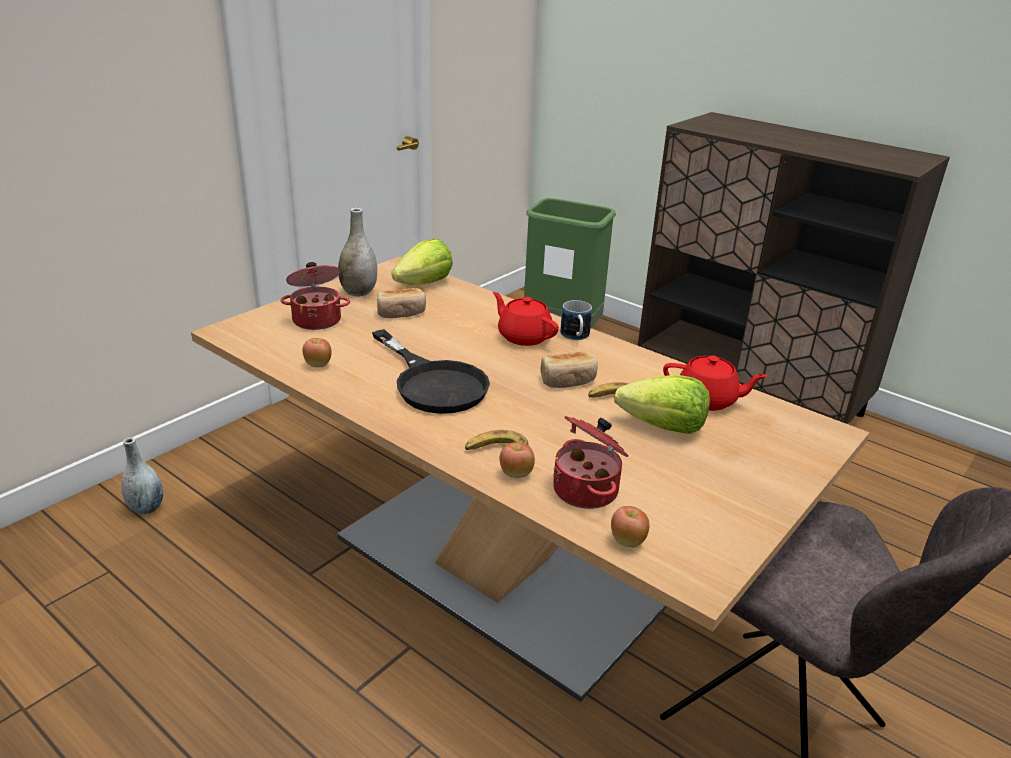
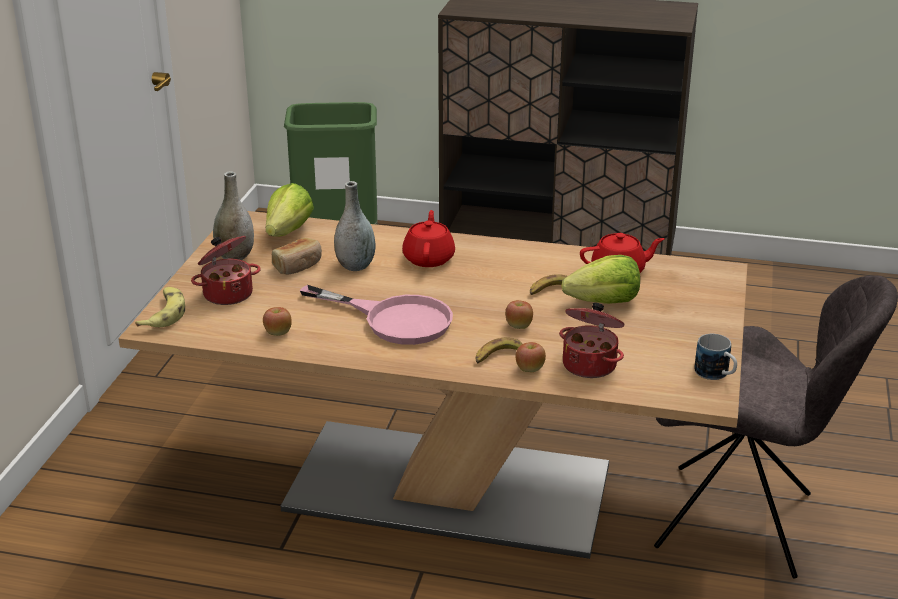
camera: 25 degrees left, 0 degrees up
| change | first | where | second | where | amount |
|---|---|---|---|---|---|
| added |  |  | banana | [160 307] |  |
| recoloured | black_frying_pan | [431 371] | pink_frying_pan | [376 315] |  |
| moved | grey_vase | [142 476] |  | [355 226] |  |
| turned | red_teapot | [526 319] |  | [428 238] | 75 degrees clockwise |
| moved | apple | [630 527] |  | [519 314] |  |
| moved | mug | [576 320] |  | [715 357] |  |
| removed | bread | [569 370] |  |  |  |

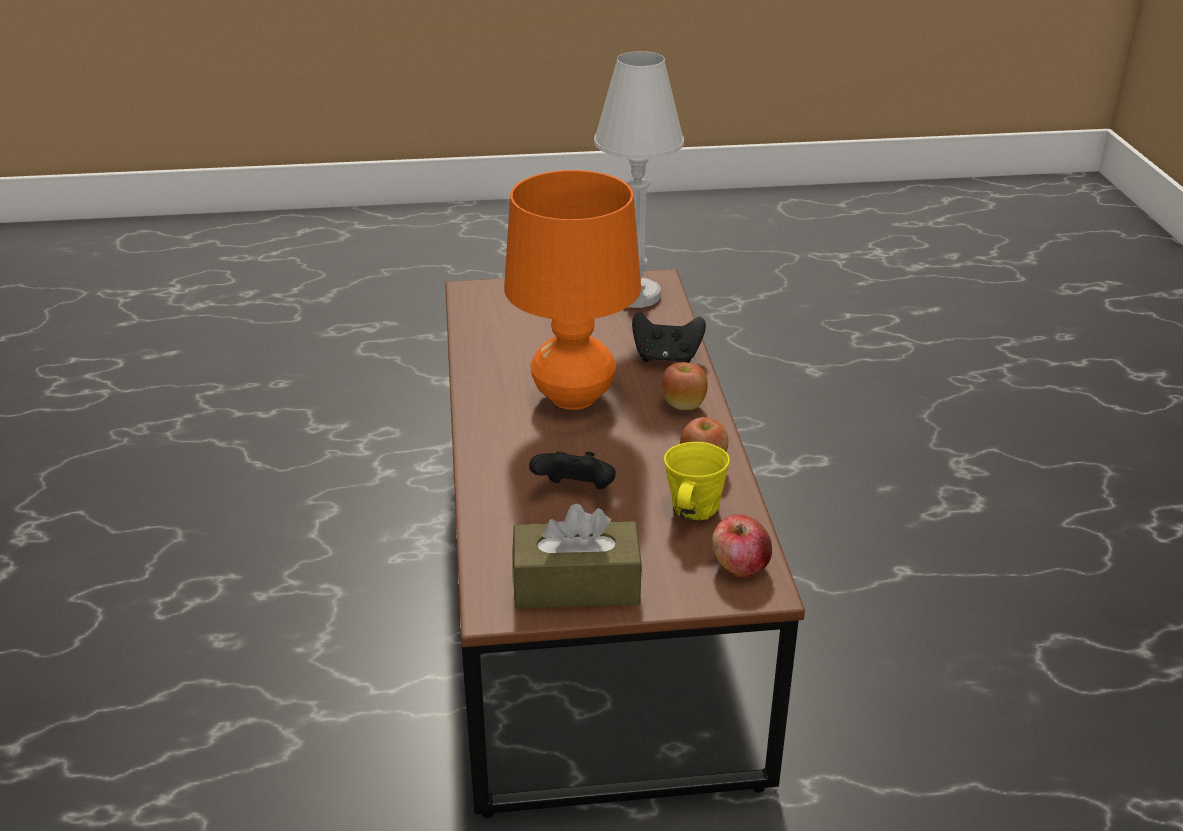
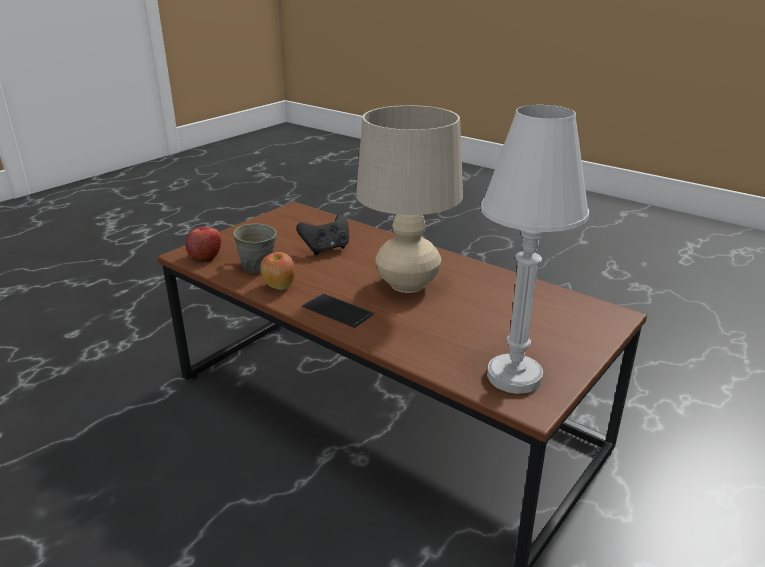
camera: 135 degrees right, 5 degrees down
| change | first | where | second | where | amount |
|---|---|---|---|---|---|
| recoloured | yellow_mug | [697 481] | grey_mug | [255 248] |  |
| replaced | apple | [684 386] | phone | [338 310] |  |
| recoloured | orange_table_lamp | [572 290] | beige_table_lamp | [409 199] |  |
| removed | brown_tissue_box | [577 556] |  |  |  |
| removed | black_game_controller | [669 337] |  |  |  |

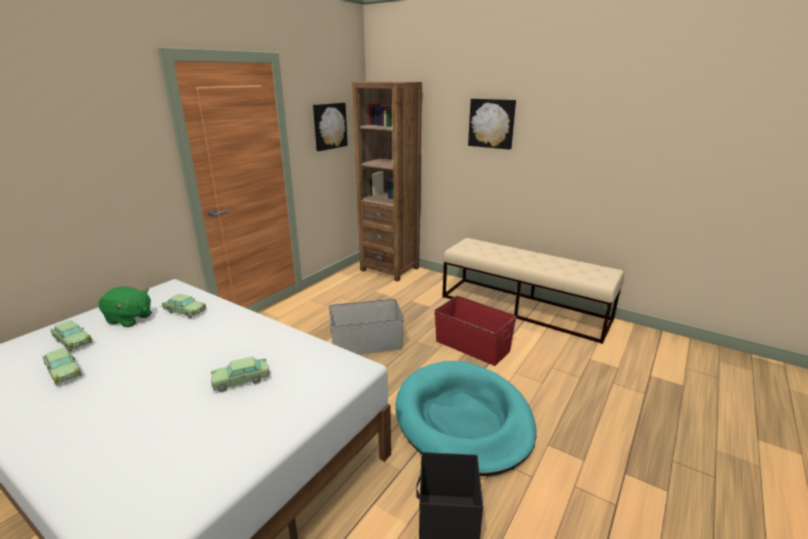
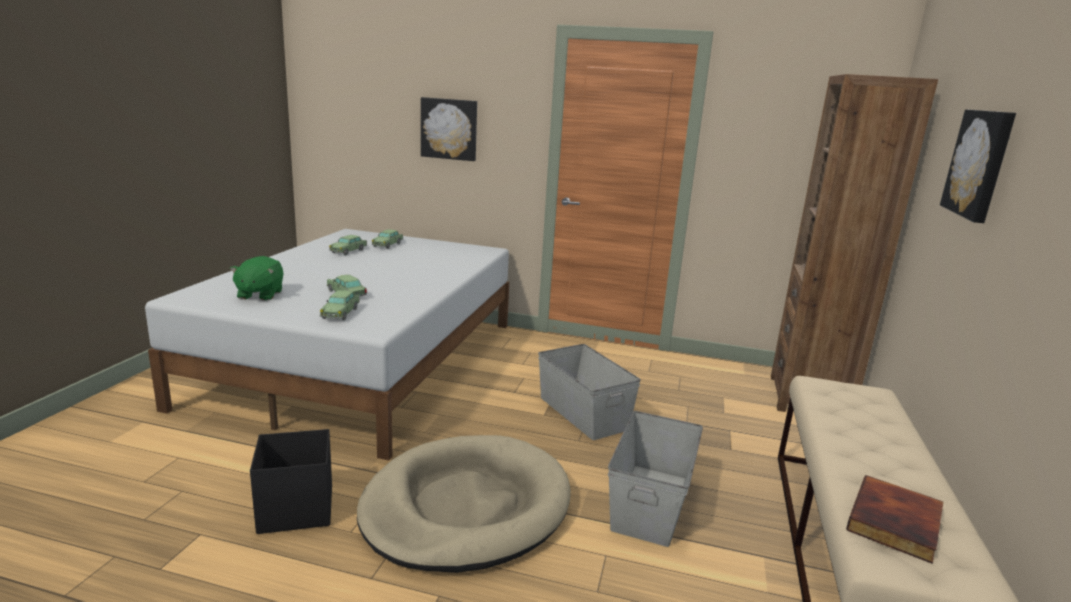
camera: 70 degrees right, 5 degrees down
| change | first | where | second | where | amount |
|---|---|---|---|---|---|
| moved | green_plush_toy | [125 307] |  | [257 278] |  |
| moved | toy_car | [184 306] |  | [339 305] |  |
| recoloured | turquoise_dog_bed | [465 418] | beige_dog_bed | [464 504] |  |
| moved | picture | [330 126] |  | [449 129] |  |
| recoloured | red_storage_box | [475 331] | grey_storage_box | [655 479] |  |
| added |  |  | book | [894 519] |  |

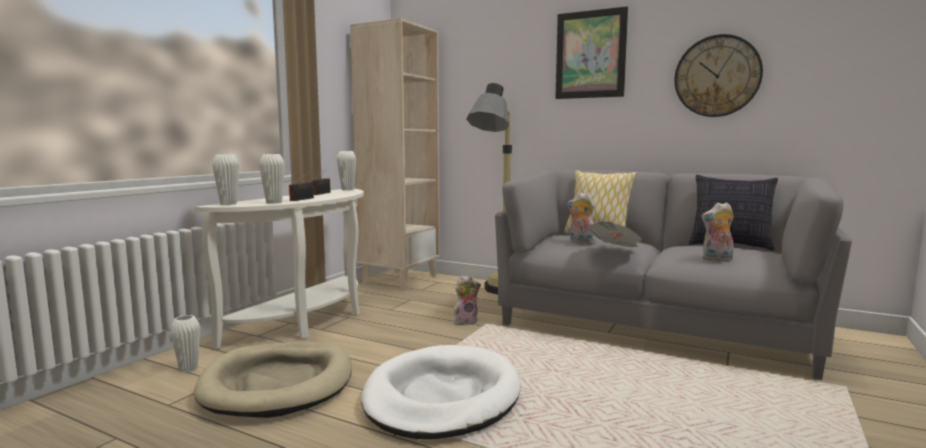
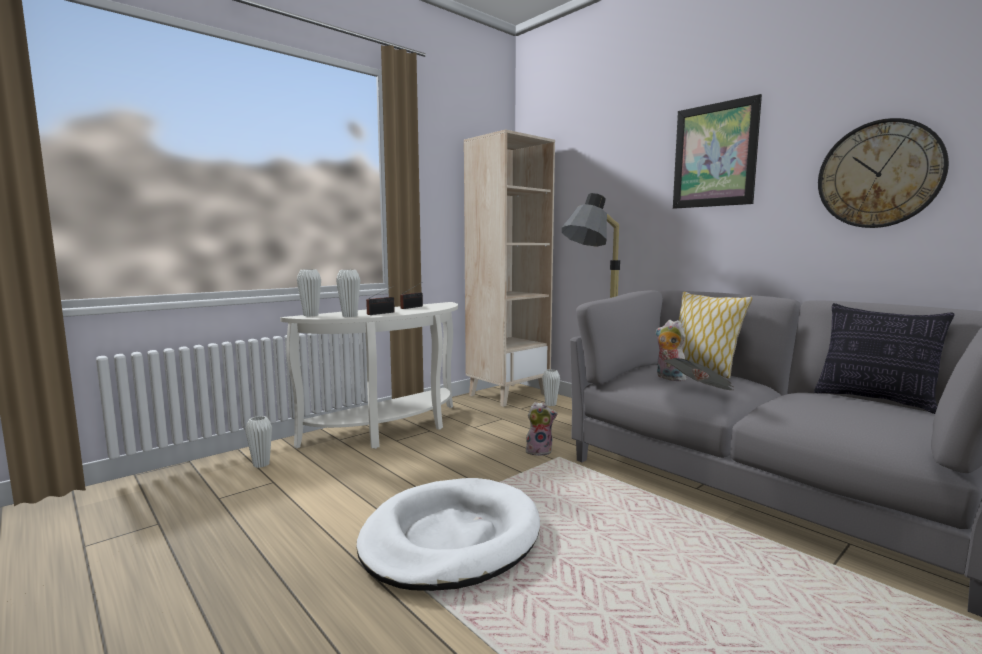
camera: 20 degrees right, 0 degrees up
| change | first | where | second | where | amount |
|---|---|---|---|---|---|
| moved | white_vase | [346 170] |  | [551 387] |  |
| removed | beige_dog_bed | [273 380] |  |  |  |
| removed | plush_toy | [717 232] |  |  |  |

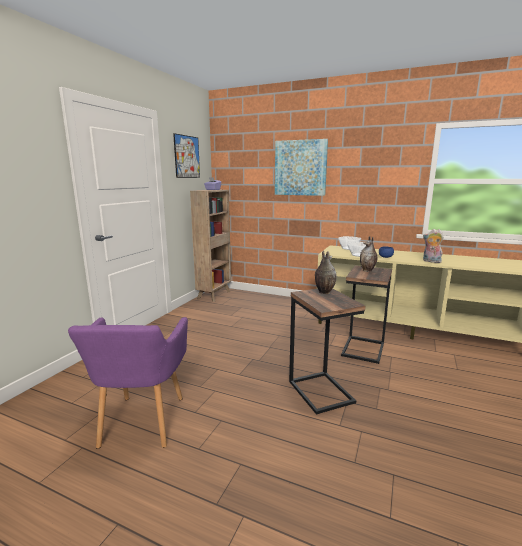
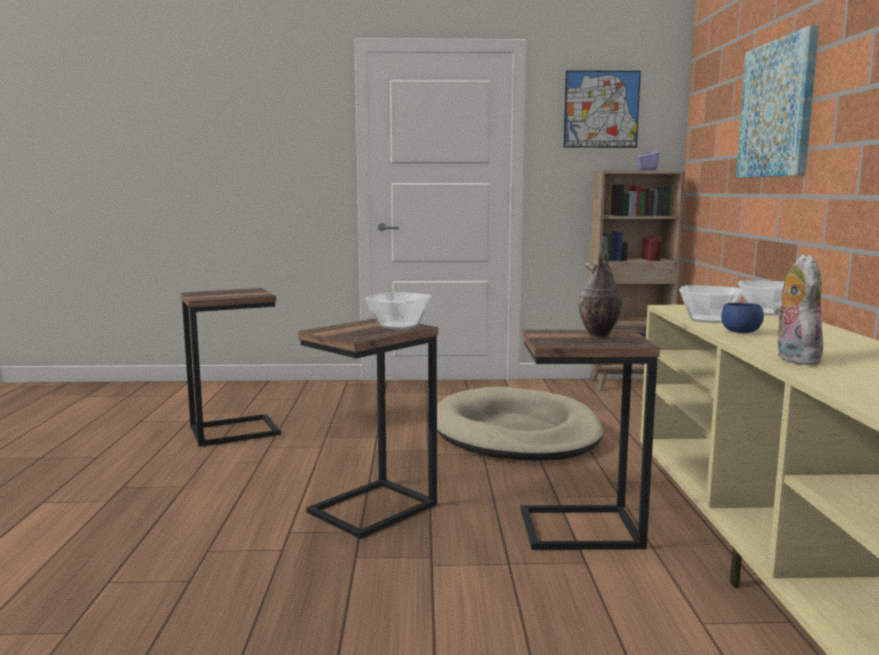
camera: 65 degrees right, 5 degrees down
| change | first | where | second | where | amount |
|---|---|---|---|---|---|
| replaced | purple_armchair | [128 383] | side_table | [230 367] |  |
| replaced | vase | [326 272] | bowl | [398 311] |  |
| added |  |  | beige_dog_bed | [520 424] |  |

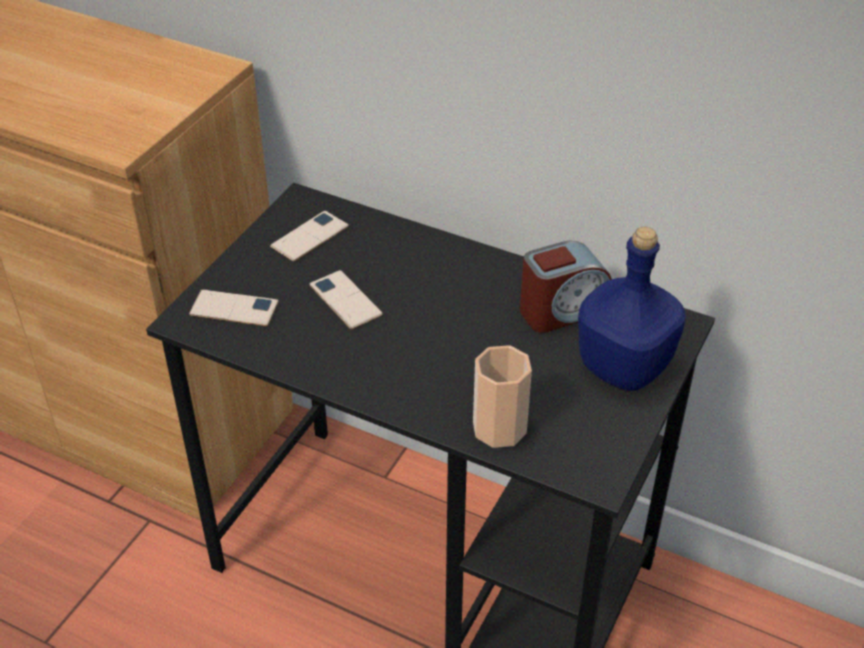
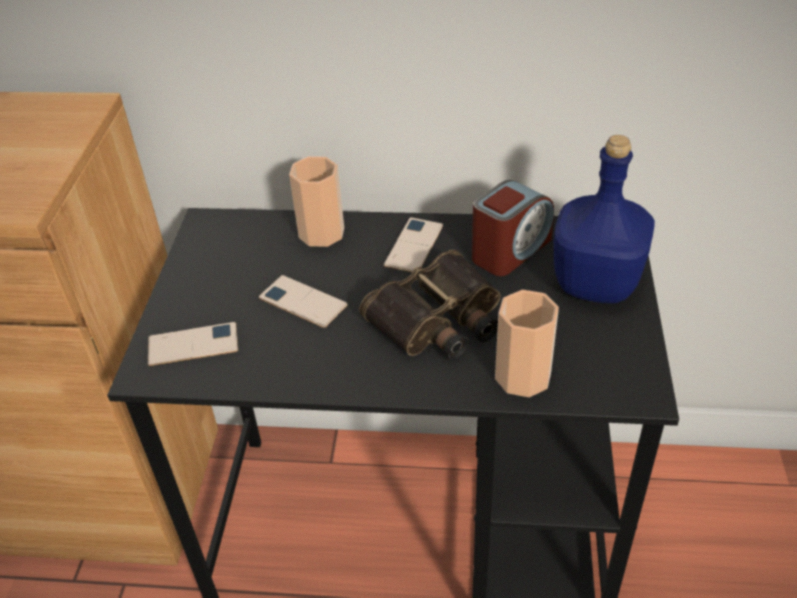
camera: 20 degrees left, 0 degrees up
| change | first | where | second | where | amount |
|---|---|---|---|---|---|
| added |  |  | cup | [316 201] |  |
| added |  |  | binoculars | [429 305] |  |
| moved | phone | [309 236] |  | [413 244] |  |

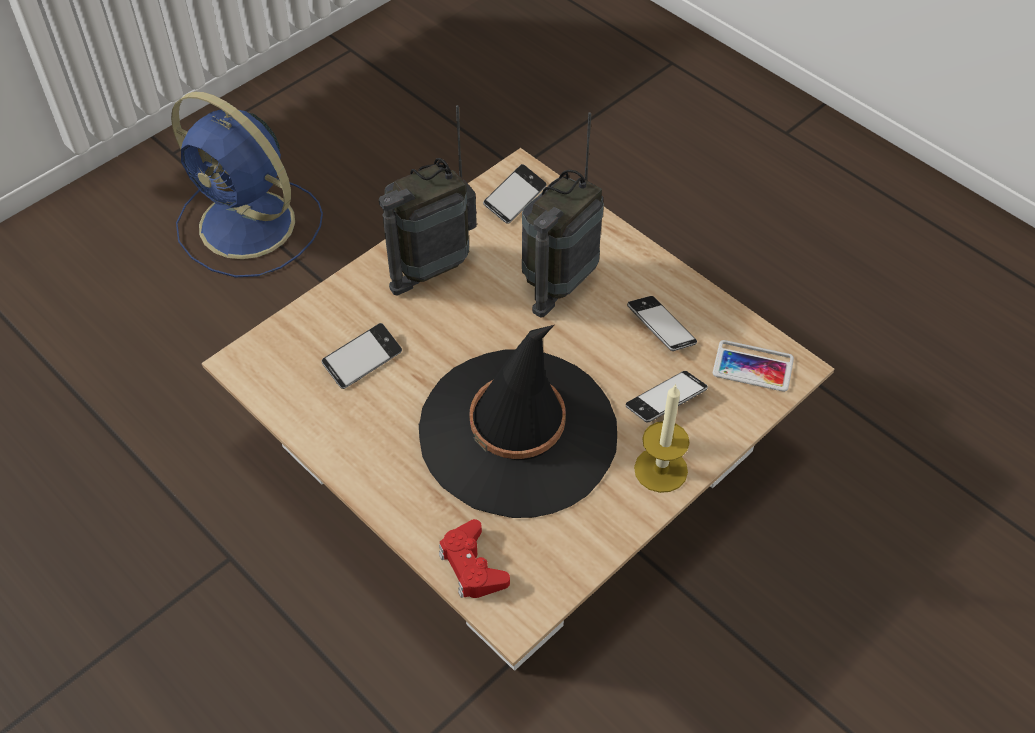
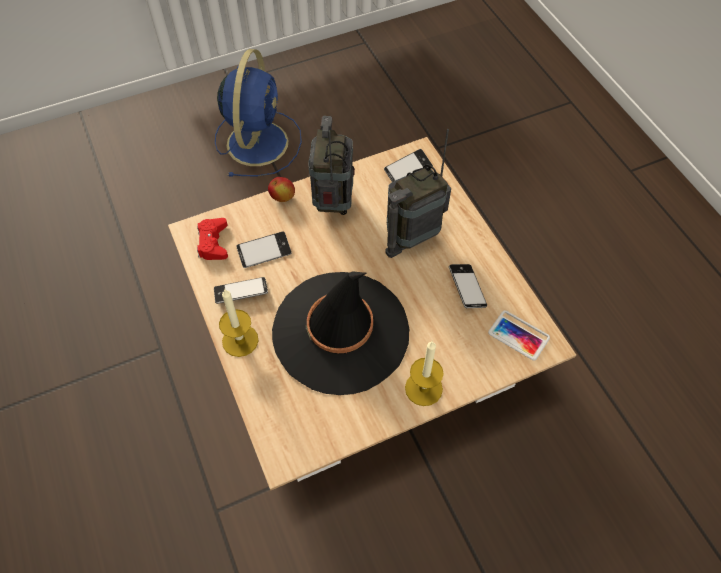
camera: 20 degrees right, 5 degrees up
| change | first | where | second | where | amount |
|---|---|---|---|---|---|
| moved | red_game_controller | [474 558] |  | [212 239] |  |
| moved | phone | [667 396] |  | [241 290] |  |
| turned | blue_fan | [247 184] |  | [258 113] | 135 degrees counterclockwise |
| added |  |  | candle | [238 323] |  |
| added |  |  | apple | [281 189] |  |
| turned | radio | [428 200] |  | [331 165] | 105 degrees clockwise |

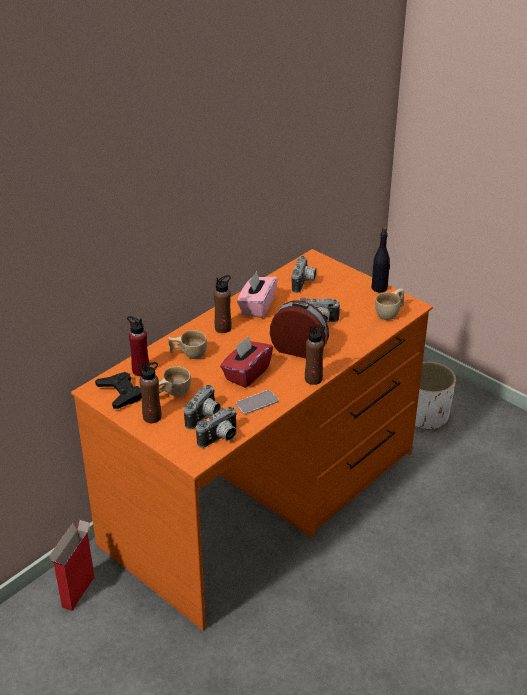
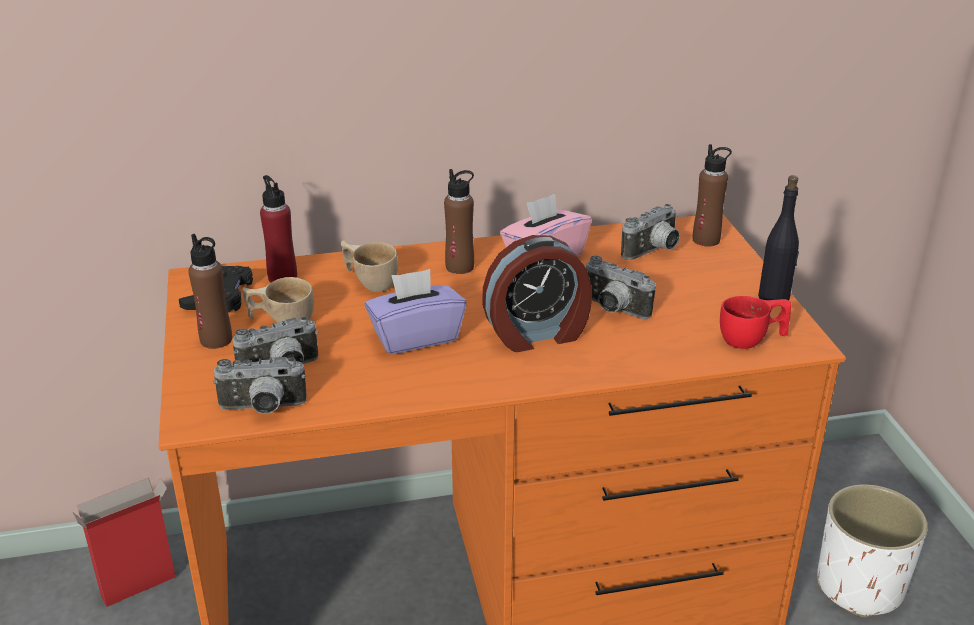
camera: 35 degrees right, 5 degrees down
| change | first | where | second | where | amount |
|---|---|---|---|---|---|
| recoloured | red_tissue_box | [246 362] | purple_tissue_box | [415 311] |  |
| turned | alarm_clock | [299 329] |  | [537 293] | 105 degrees clockwise |
| moved | brown_bottle | [315 355] |  | [712 195] |  |
| recoloured | beige_cup | [389 304] | red_cup | [755 322] |  |
| removed | phone | [257 402] |  |  |  |

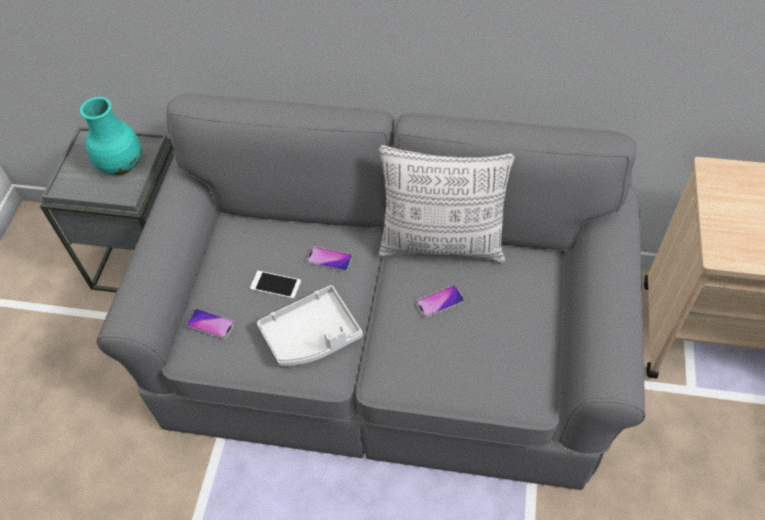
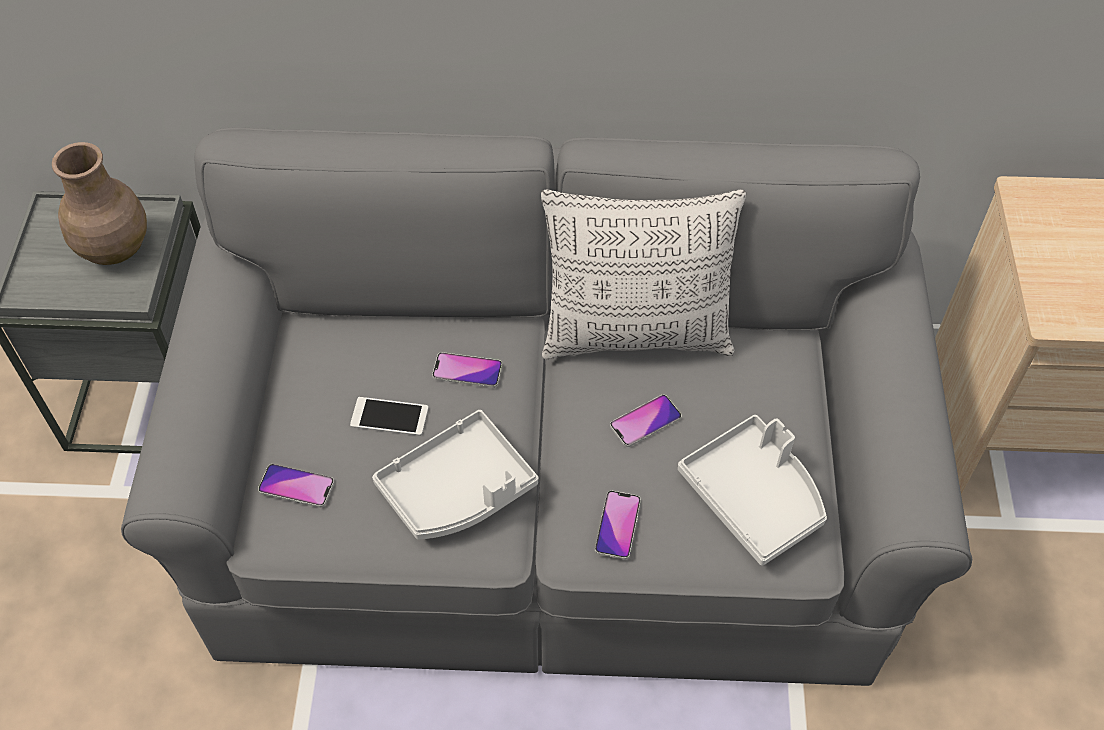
camera: 10 degrees left, 0 degrees up
| change | first | where | second | where | amount |
|---|---|---|---|---|---|
| recoloured | turquoise_vase | [110 136] | brown_vase | [99 203] |  |
| added |  |  | phone | [618 525] |  |
| added |  |  | white_tray | [752 490] |  |

